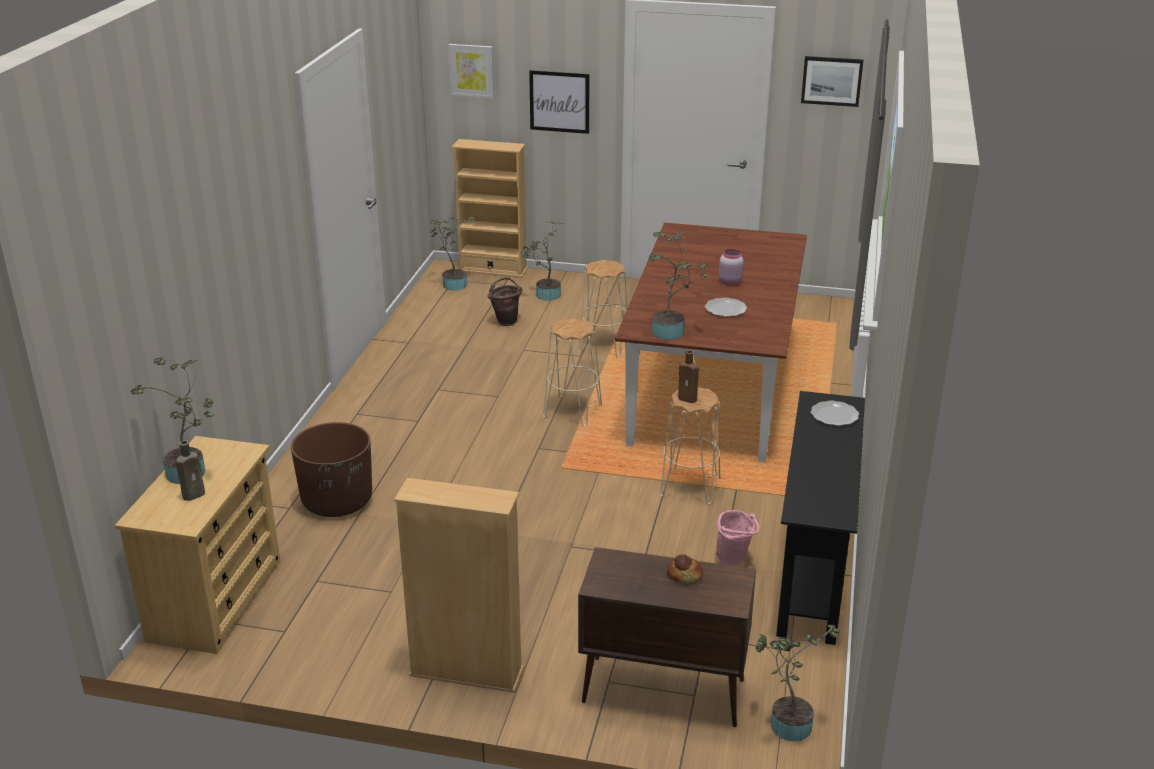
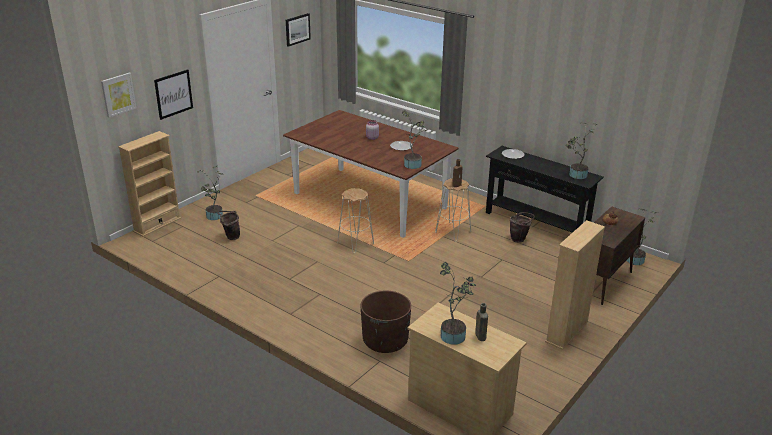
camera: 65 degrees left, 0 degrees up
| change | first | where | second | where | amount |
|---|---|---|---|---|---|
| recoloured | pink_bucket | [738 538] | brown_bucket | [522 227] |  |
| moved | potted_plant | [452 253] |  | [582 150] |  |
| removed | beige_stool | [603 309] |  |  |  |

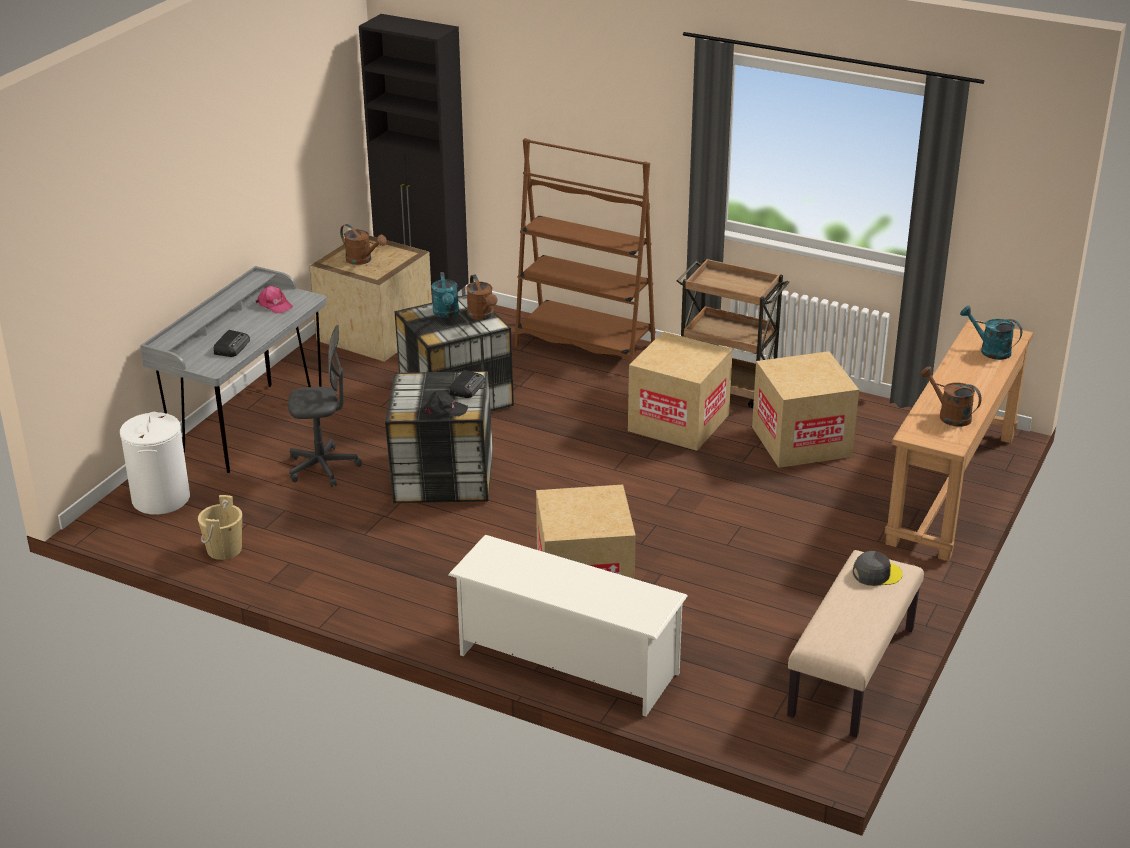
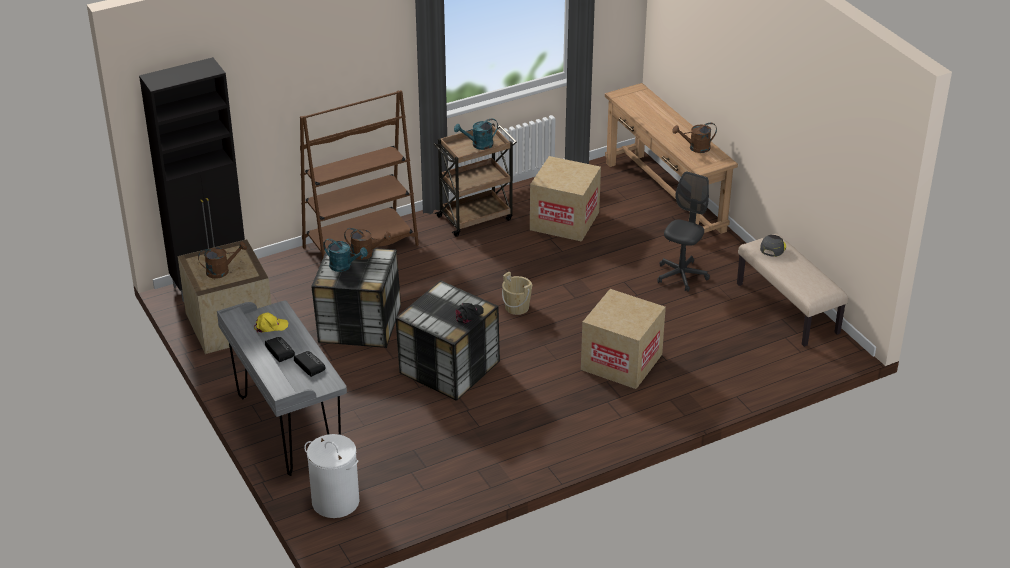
camera: 55 degrees left, 5 degrees up
| change | first | where | second | where | amount |
|---|---|---|---|---|---|
| recoloured | pink_cap | [274 300] | yellow_cap | [271 322] |  |
| moved | radio | [467 384] |  | [280 349] |  |
| moved | turquoise_watering_can | [991 333] |  | [476 134] |  |
| moved | beige_bucket | [220 527] |  | [517 293] |  |
| moved | grey_office_chair | [325 406] |  | [683 231] |  |
| removed | white_shoe_rack | [568 626] |  |  |  |
| removed | cardboard_box | [680 391] |  |  |  |

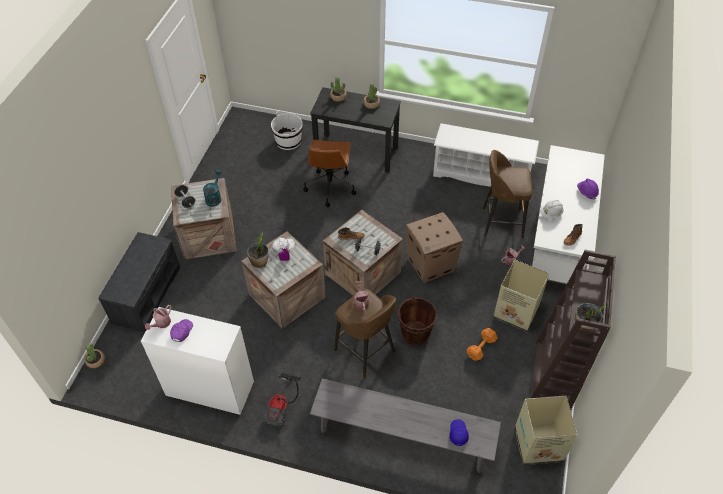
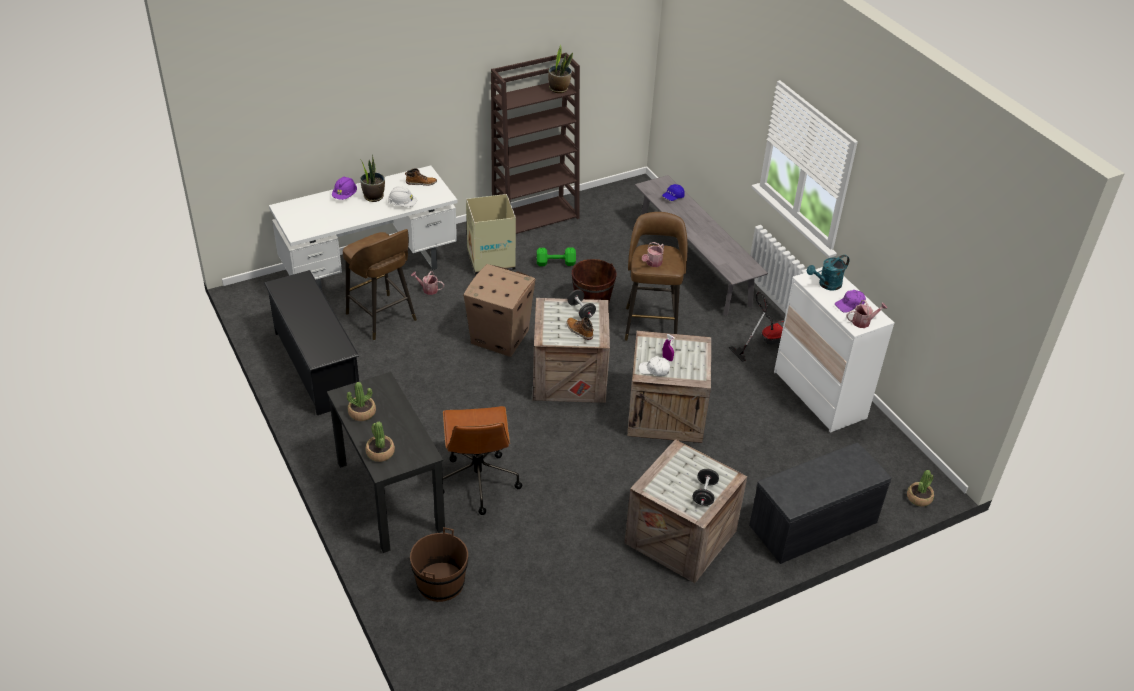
camera: 135 degrees left, 10 degrees down
| change | first | where | second | where | amount |
|---|---|---|---|---|---|
| recoloured | white_shoe_rack | [486 155] | black_shoe_rack | [311 342] |  |
| moved | potted_plant | [258 250] |  | [372 178] |  |
| recoloured | white_bucket | [287 130] | brown_bucket | [439 564] |  |
| turned | brown_office_chair | [329 173] |  | [482 460] | 120 degrees clockwise |
| recoloured | orange_dumbbell | [482 344] | green_dumbbell | [556 256] |  |
| moved | turquoise_watering_can | [212 188] |  | [828 273] |  |
| removed | cardboard_box | [546 430] |  |  |  |

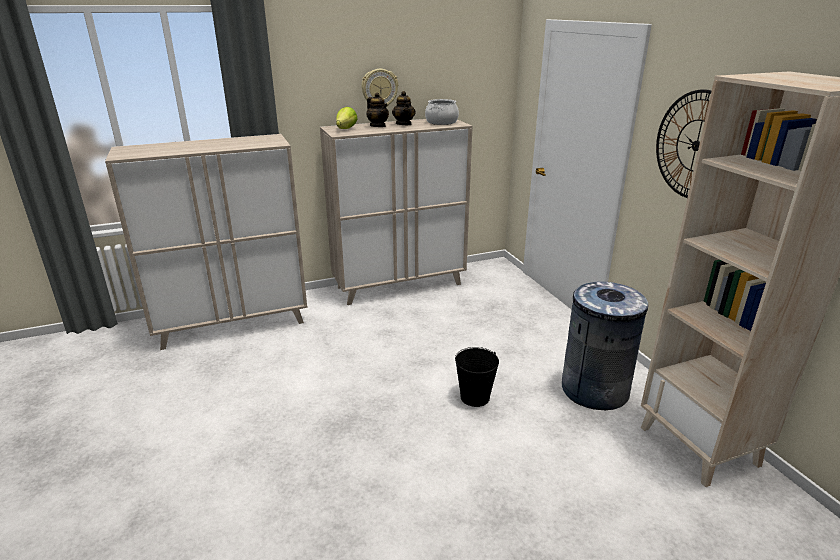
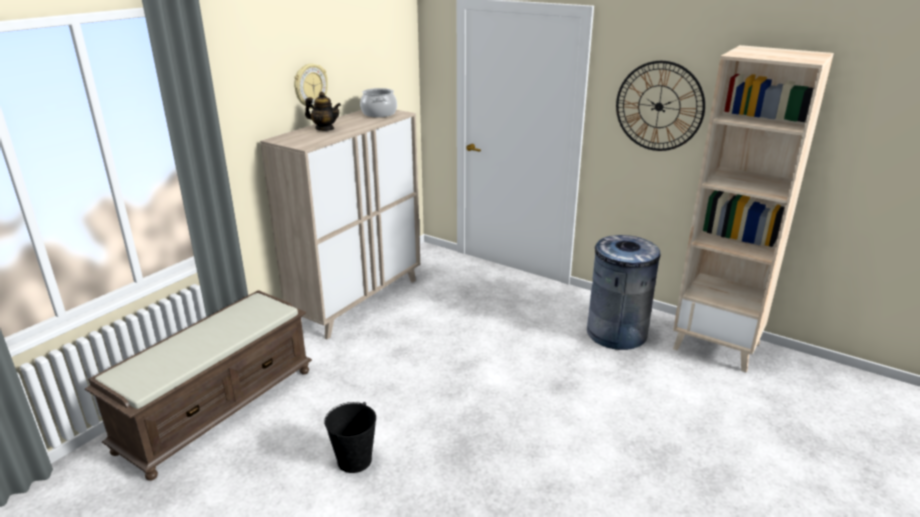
camera: 35 degrees left, 0 degrees up
| change | first | where | second | where | amount |
|---|---|---|---|---|---|
| replaced | beige_cabinet | [206 242] | brown_bench | [198 385] |  |
| moved | black_bucket | [477 377] |  | [350 437] |  |
| removed | lettuce | [347 118] |  |  |  |
| removed | teapot | [404 108] |  |  |  |

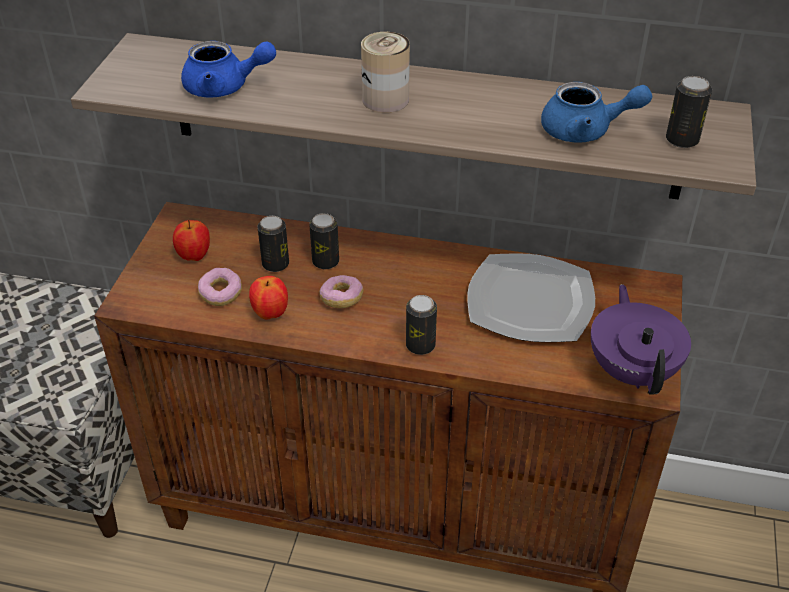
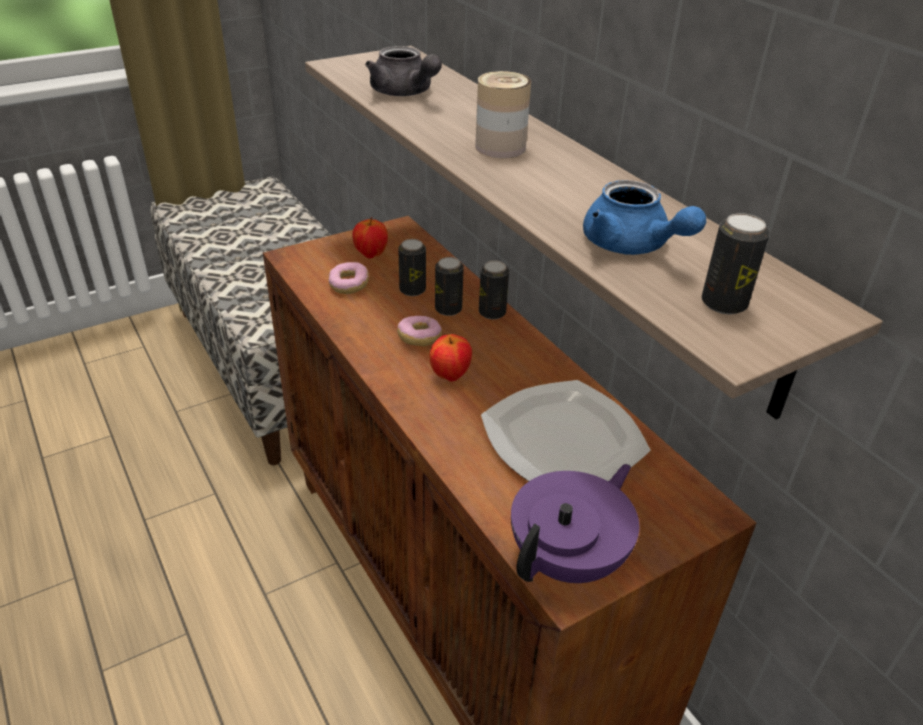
camera: 45 degrees right, 5 degrees down
| change | first | where | second | where | amount |
|---|---|---|---|---|---|
| recoloured | blue_teapot | [228 69] | grey_teapot | [403 71] |  |
| moved | apple | [268 298] |  | [451 357] |  |
| moved | can | [421 325] |  | [494 289] |  |

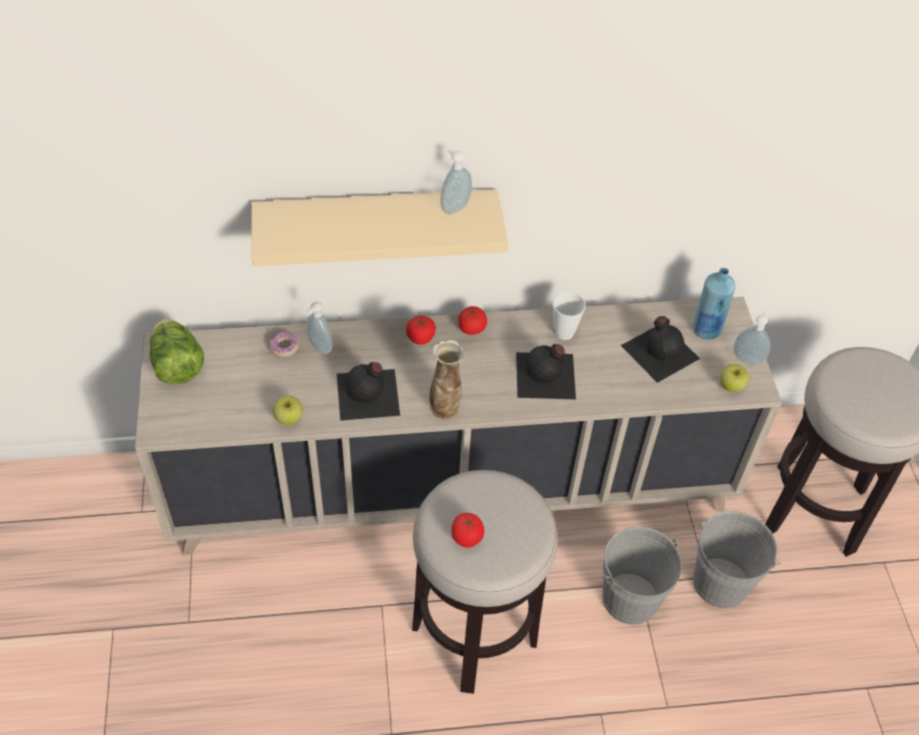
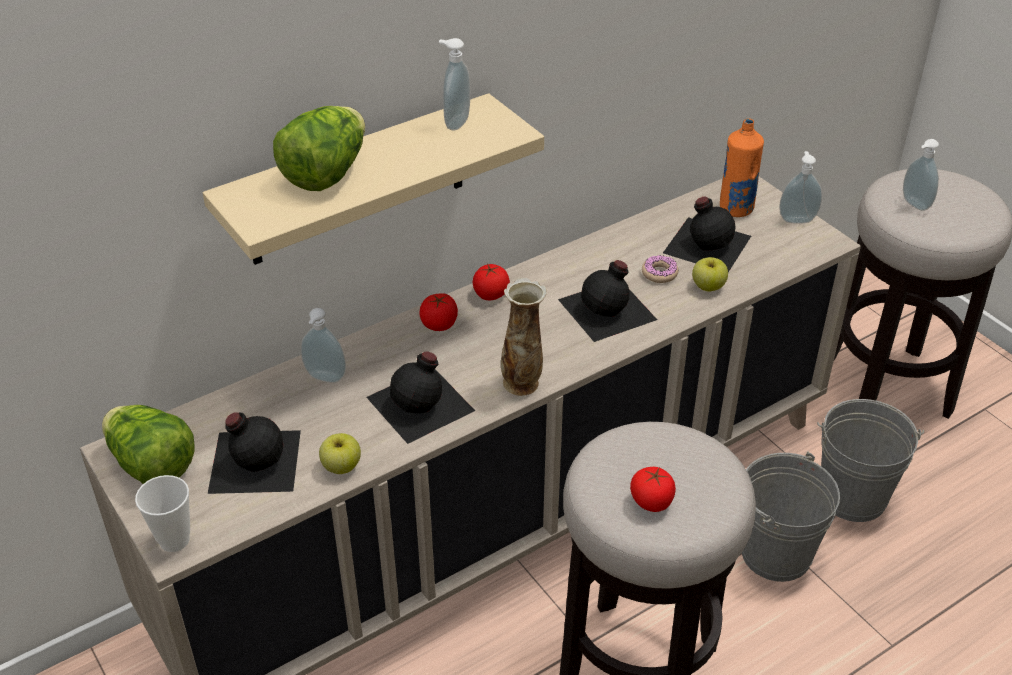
camera: 25 degrees left, 10 degrees down
| change | first | where | second | where | amount |
|---|---|---|---|---|---|
| moved | cup | [569 316] |  | [162 513] |  |
| added |  |  | black_bottle | [254 453] |  |
| added |  |  | lettuce | [319 148] |  |
| moved | donut | [284 344] |  | [660 269] |  |
| moved | apple | [734 378] |  | [710 274] |  |
| recoloured | blue_bottle | [714 304] | orange_bottle | [742 167] |  |
| added |  |  | soap_dispenser | [921 175] |  |

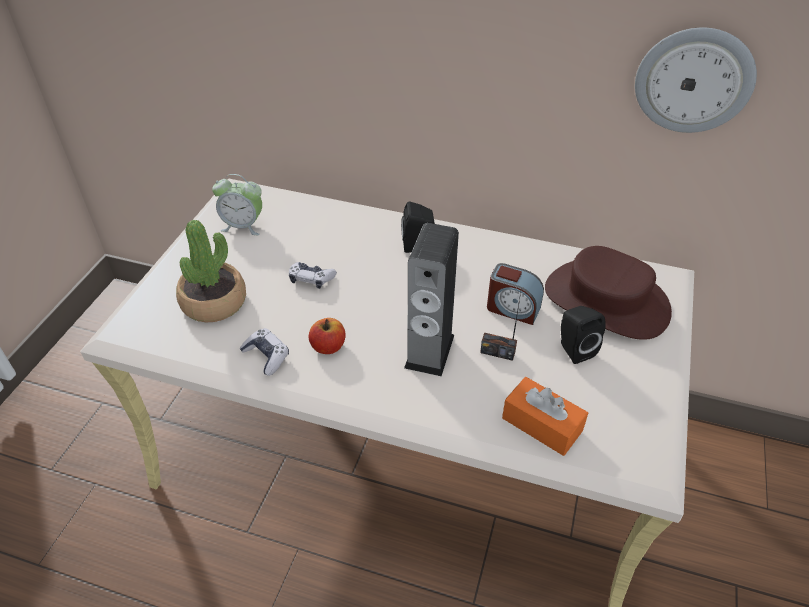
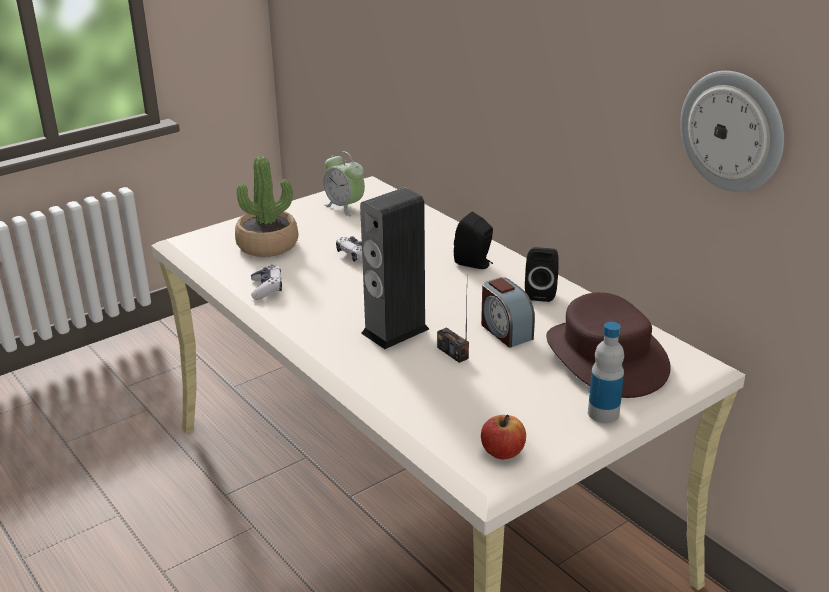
camera: 35 degrees right, 15 degrees down
| change | first | where | second | where | amount |
|---|---|---|---|---|---|
| moved | apple | [327 336] |  | [503 436] |  |
| moved | black_speaker | [583 335] |  | [542 274] |  |
| added |  |  | bottle | [606 372] |  |
| removed | orange_tissue_box | [545 416] |  |  |  |

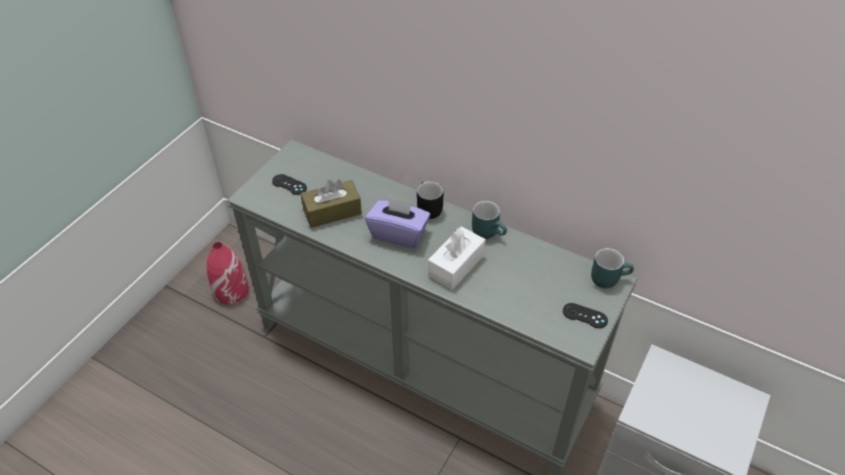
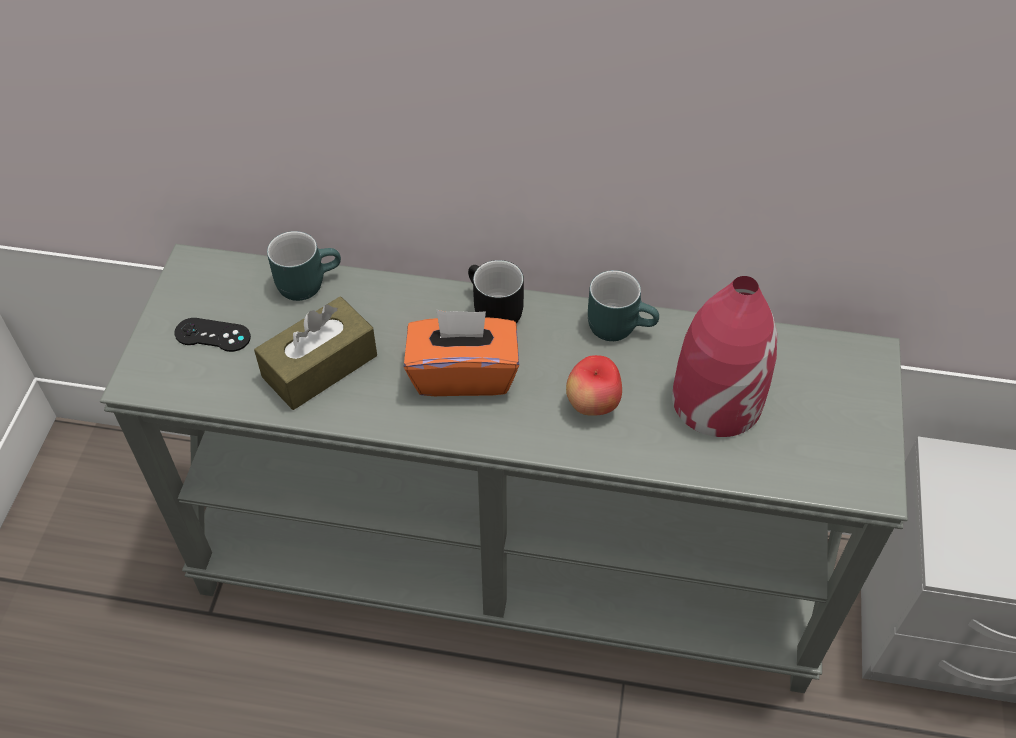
camera: 20 degrees left, 5 degrees up
| change | first | where | second | where | amount |
|---|---|---|---|---|---|
| moved | turquoise_mug | [612 268] |  | [304 266] |  |
| recoloured | purple_tissue_box | [398 221] | orange_tissue_box | [461 353] |  |
| replaced | white_tissue_box | [457 258] | apple | [594 385] |  |
| moved | red_vase | [227 273] |  | [724 356] |  |
| removed | black_game_controller | [585 315] |  |  |  |

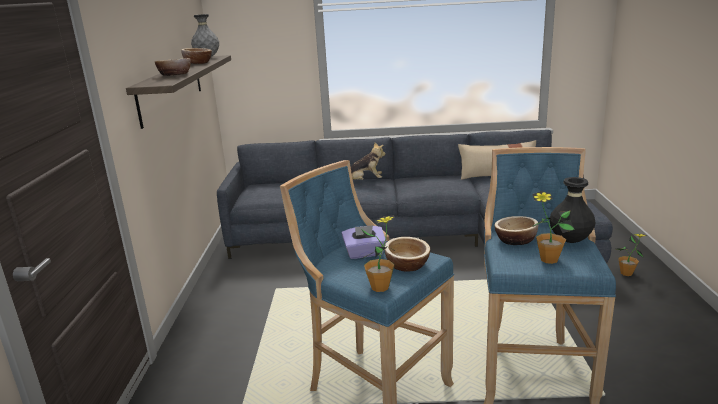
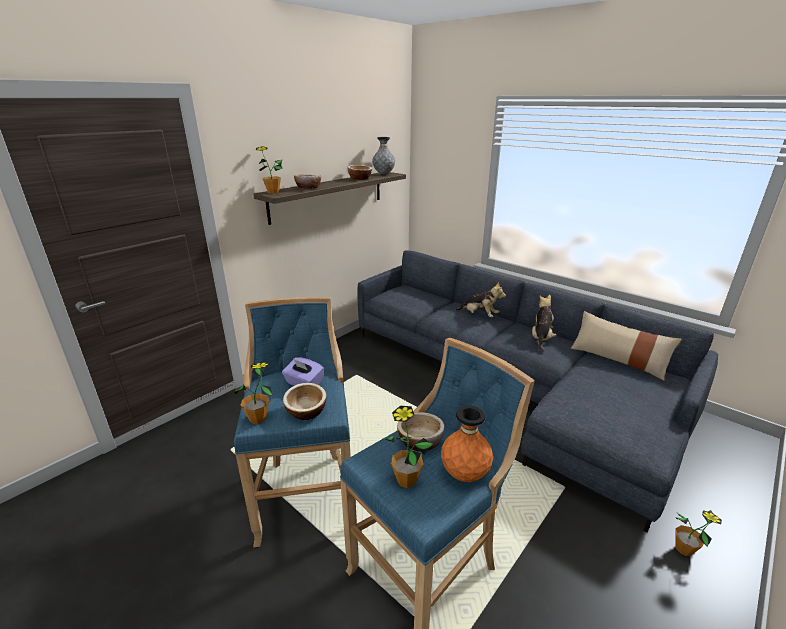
camera: 40 degrees right, 5 degrees up
| change | first | where | second | where | amount |
|---|---|---|---|---|---|
| added |  |  | potted_plant | [269 170] |  |
| recoloured | black_vase | [573 210] | orange_vase | [467 443] |  |
| added |  |  | plush_toy | [544 323] |  |

